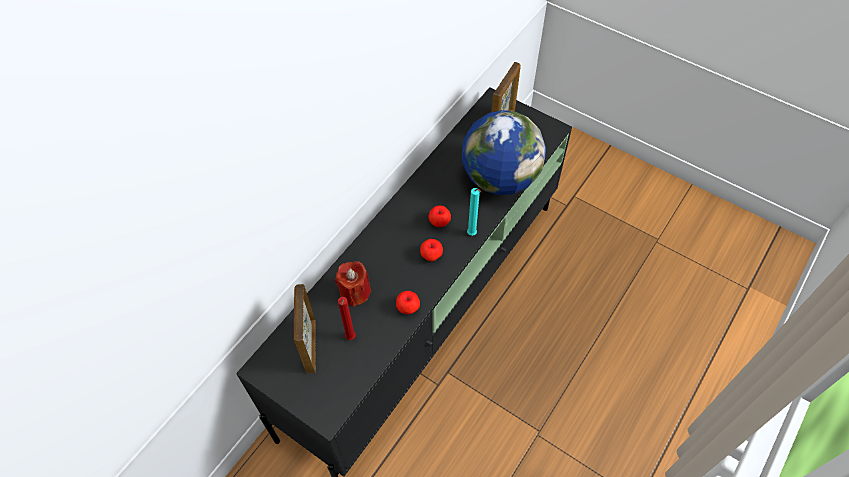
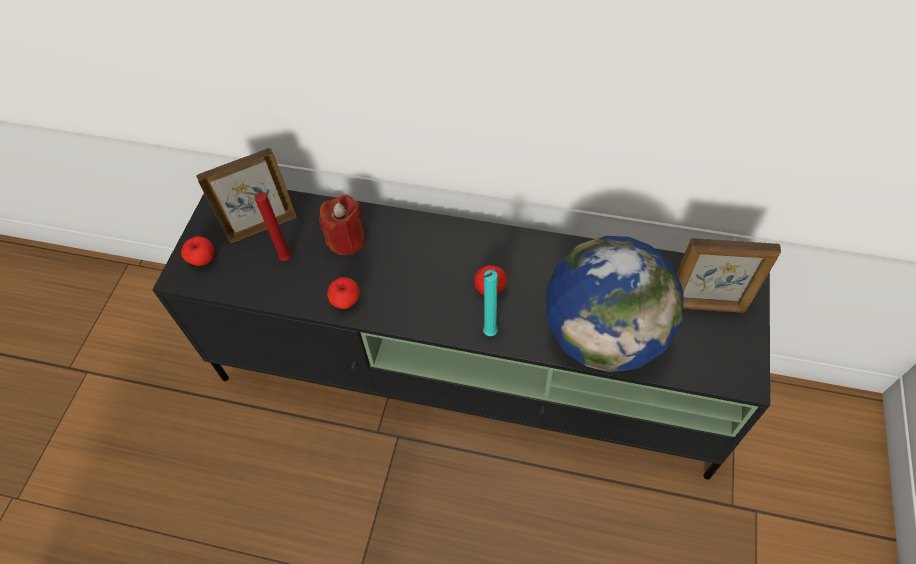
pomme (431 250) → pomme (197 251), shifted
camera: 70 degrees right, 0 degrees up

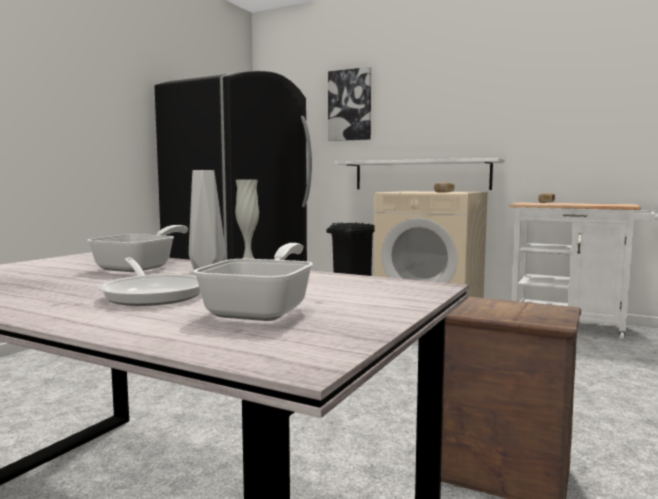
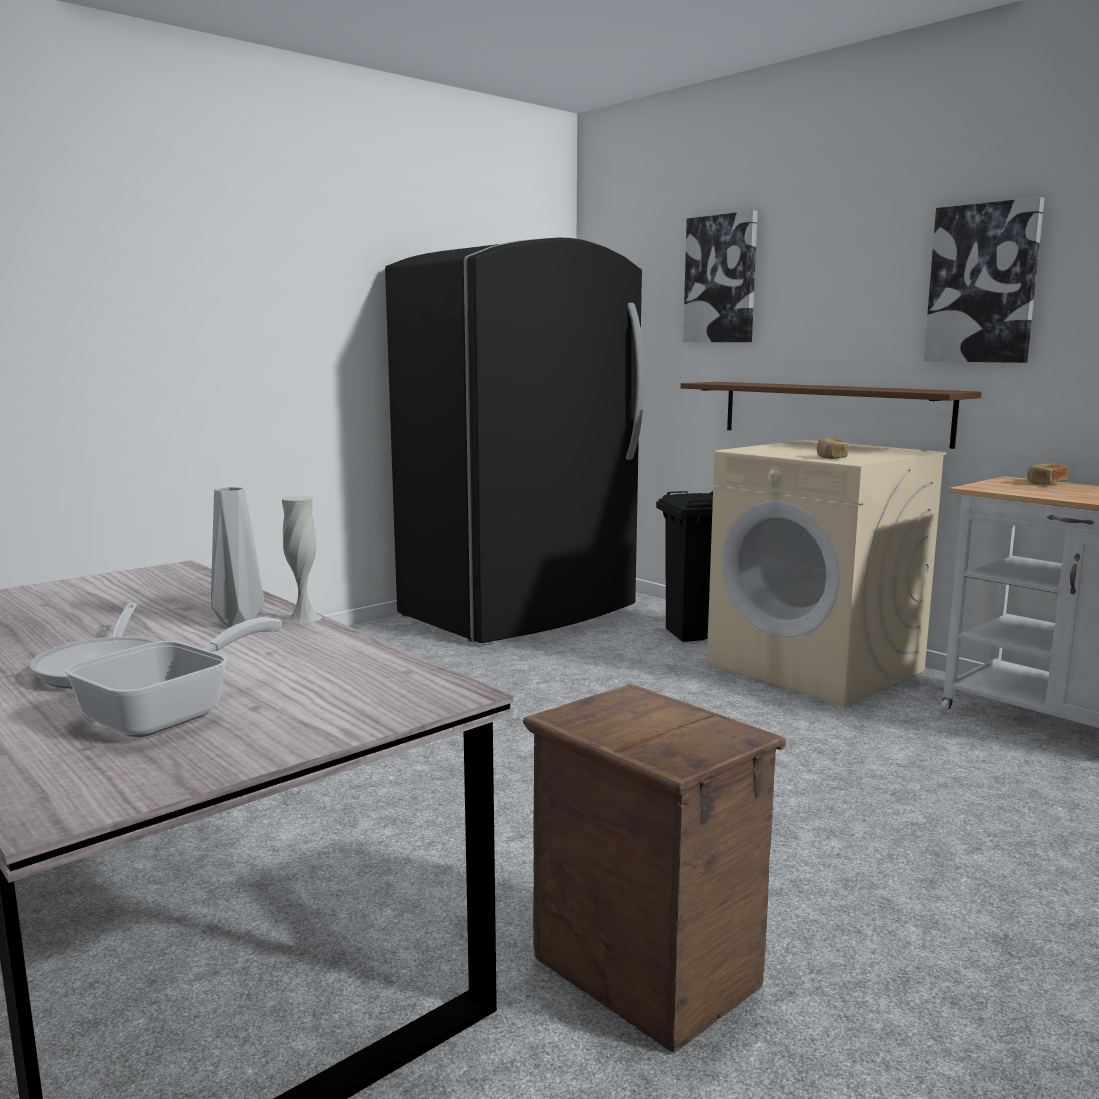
poêle (137 248) → -
- → tableau (984 280)
étagère/blanc (420 174) → étagère/marron (831 415)
camera: 20 degrees right, 5 degrees up

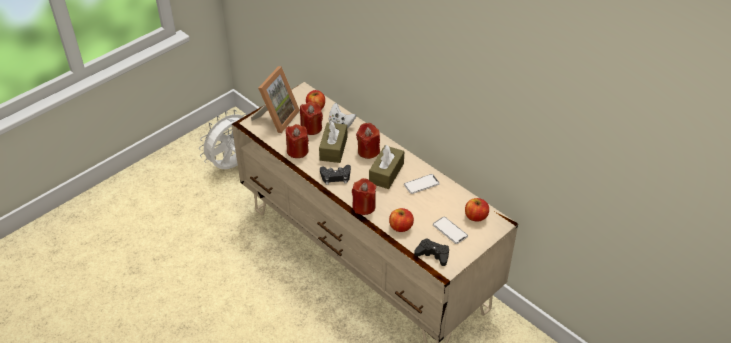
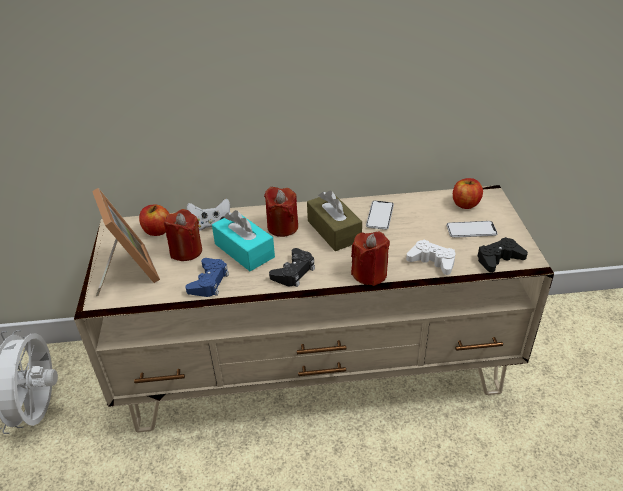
bougie/rouge (297 141) → manette/bleu (207 277)
pomme (401 220) → manette/blanc (430 257)
boîte à mouchoirs/marron (333 142) → boîte à mouchoirs/turquoise (243 240)
camera: 50 degrees left, 5 degrees down

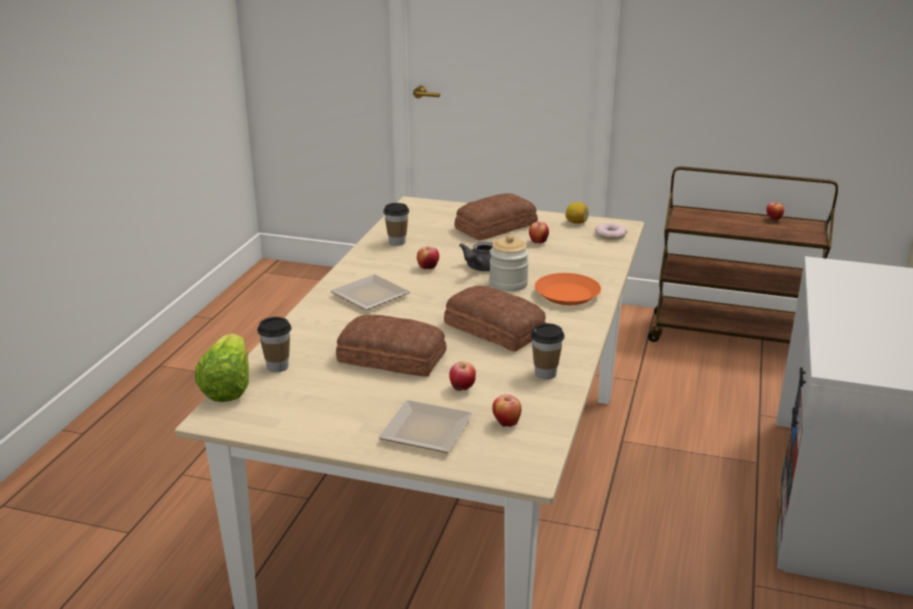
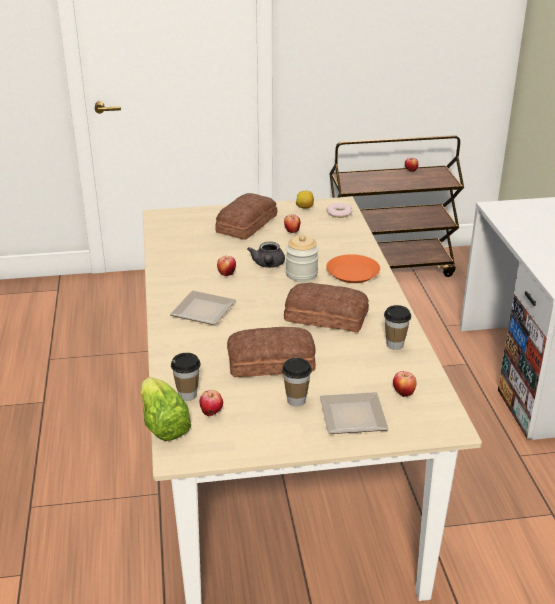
tasse (396 224) → tasse (297 382), shifted
pomme (462 376) → pomme (211 403), shifted
camera: 25 degrees left, 5 degrees up

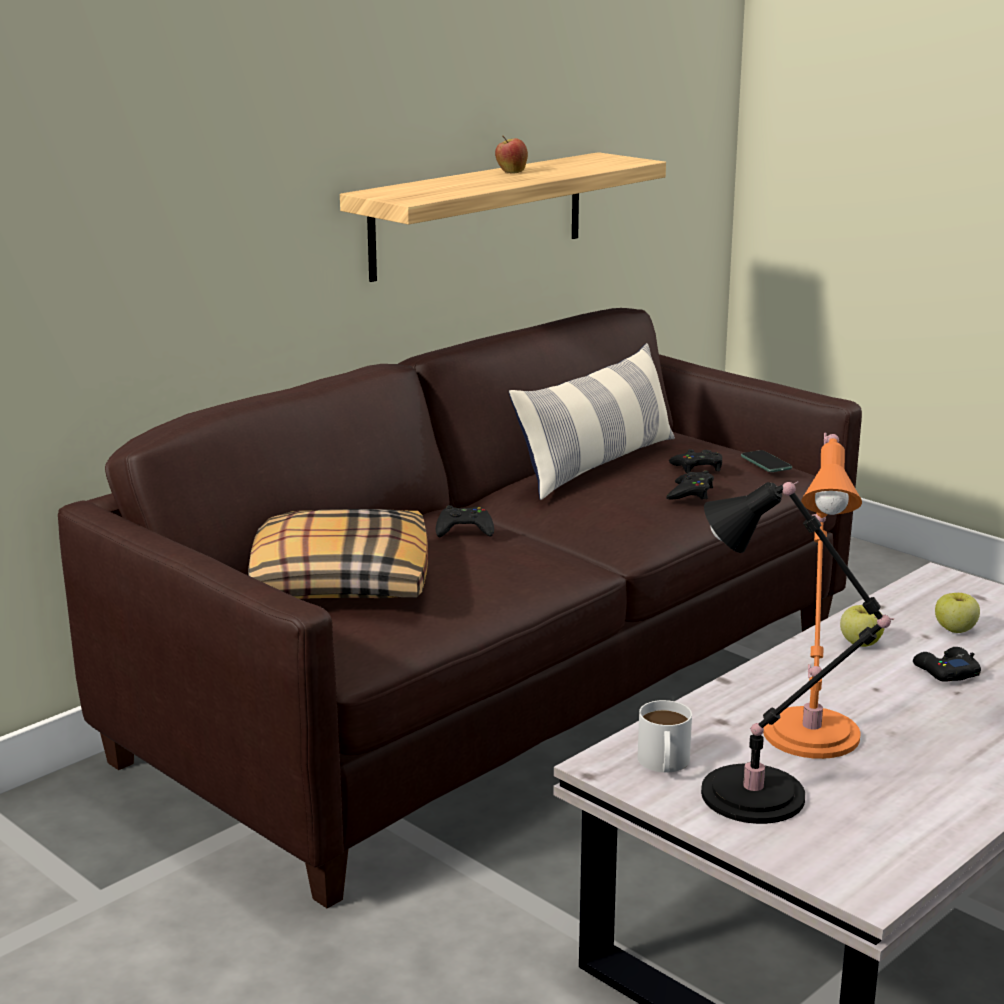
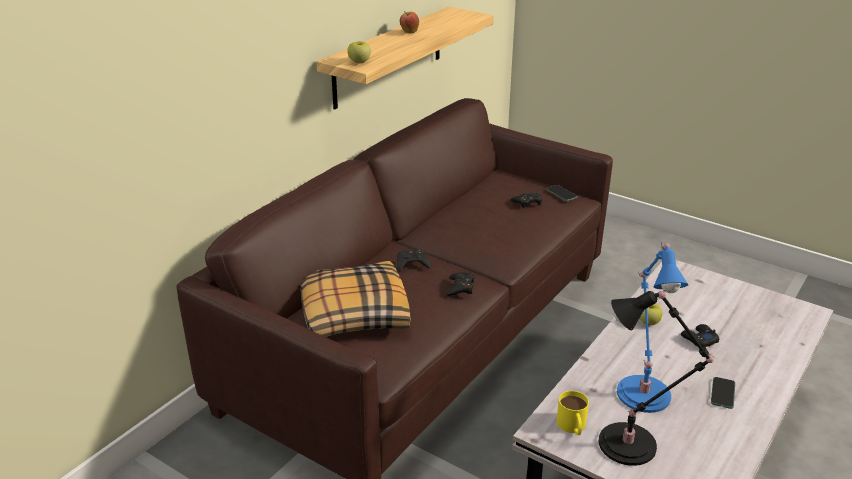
coussin (592 421) → -
- → téléphone (723 393)
manette/noir (690 485) → manette/noir (460 284), shifted
pomme (957 613) → pomme (359 52), shifted
mug/blanc (665 736) → mug/jaune (572 413)
lampe de table/orange (812 596) → lampe de table/bleu (652 327)
camera: 10 degrees left, 10 degrees up

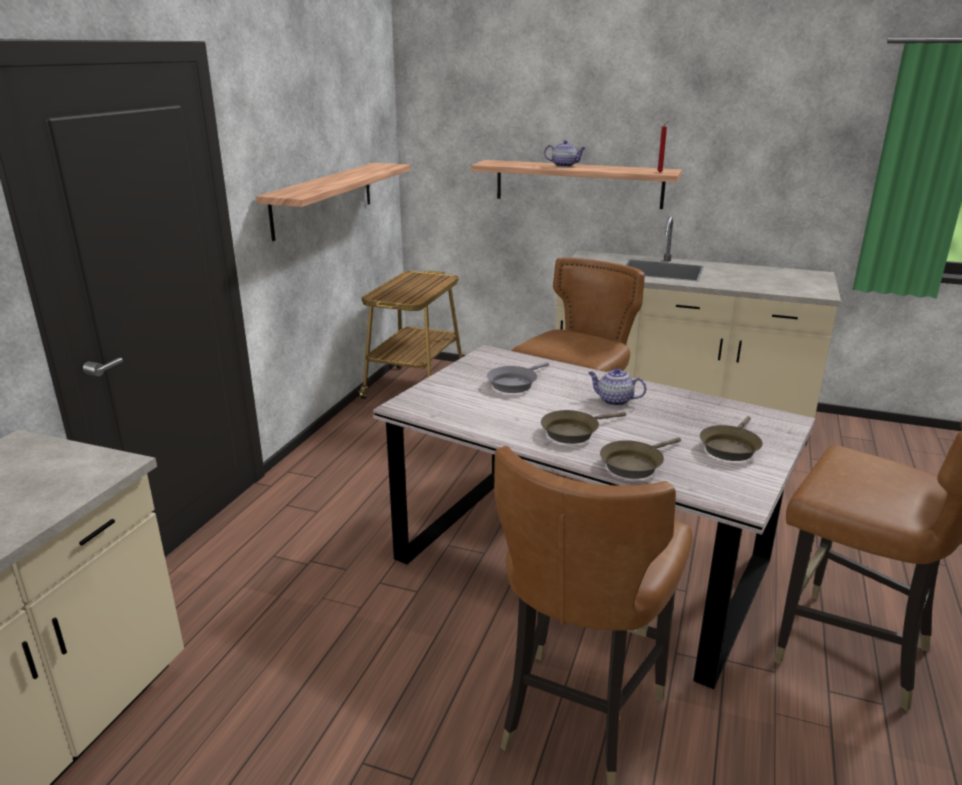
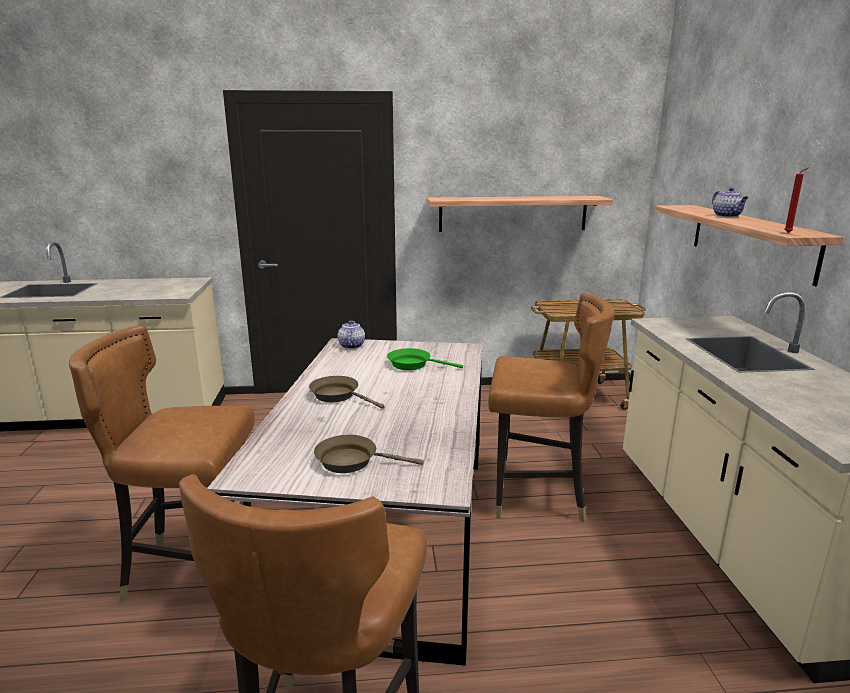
poêle/marron (640 458) → -
théière (618 387) → théière (351 334), shifted
poêle/gris (518 377) → poêle/vert (425 359)
camera: 65 degrees right, 5 degrees down

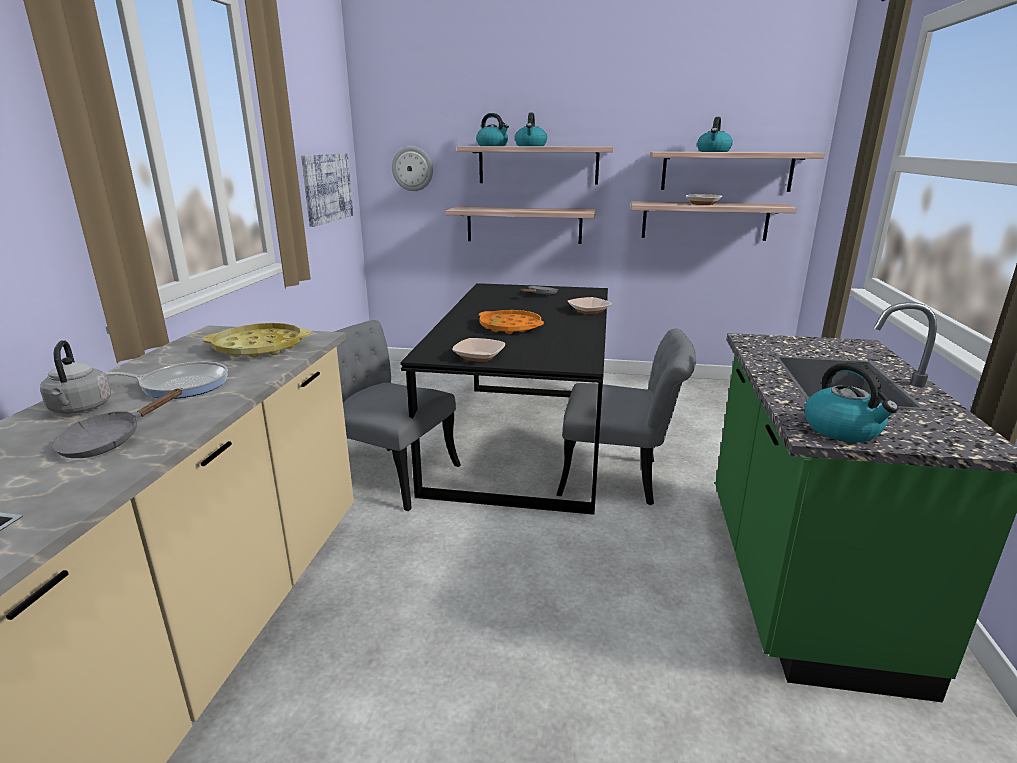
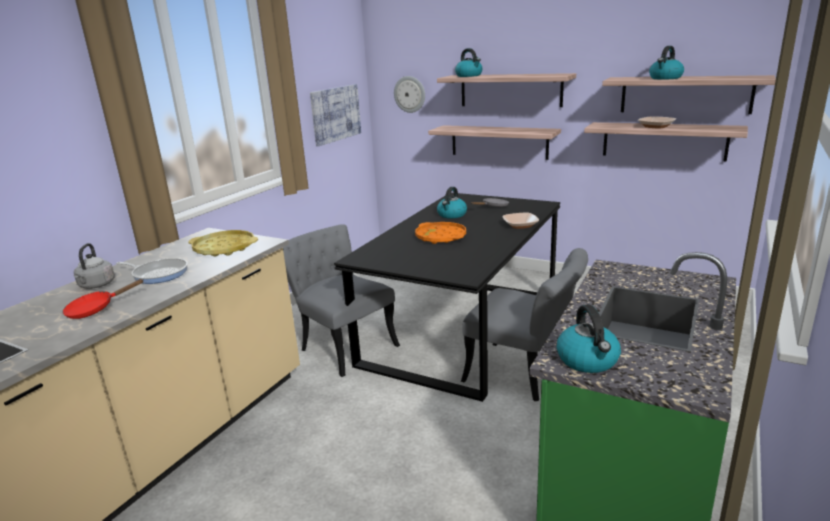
bol (478 350) → -
bouilloire (531 129) → bouilloire (452 203), shifted
poêle/gris (117 423) → poêle/rouge (102 299)
camera: 20 degrees right, 0 degrees up

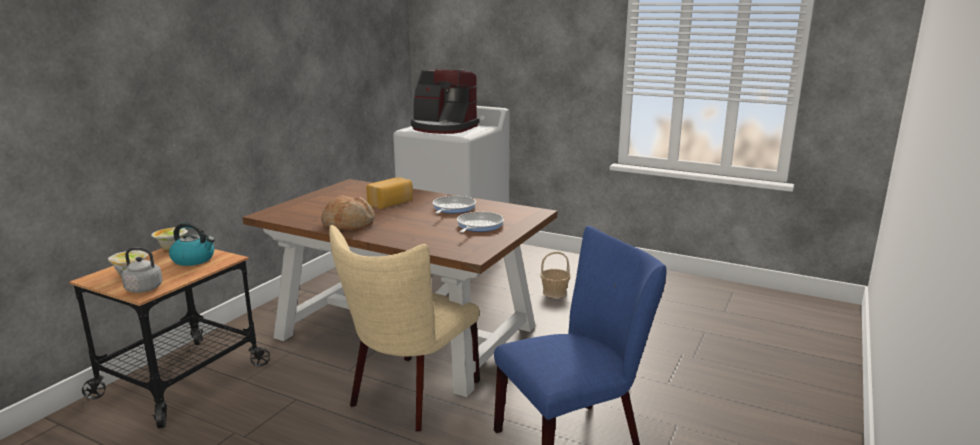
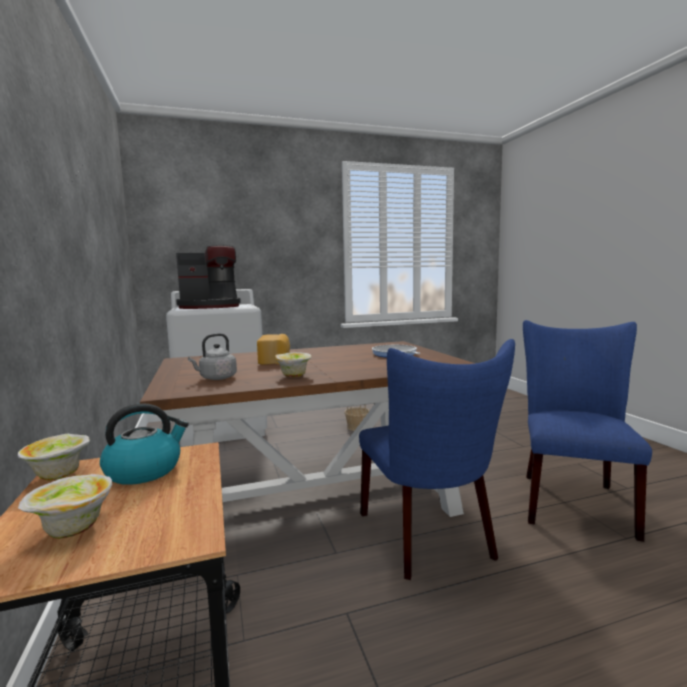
poêle (454 205) → -
bouilloire/gris (138 270) → bouilloire/gris (212 356), shifted
pain (348 212) → bol (293 365)
chaise/beige (404 328) → chaise/bleu (437 459)
camera: 45 degrees left, 10 degrees down

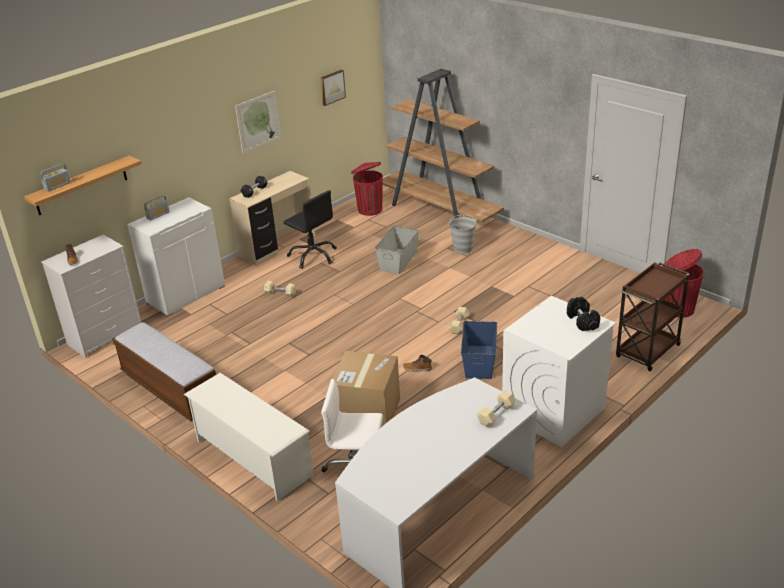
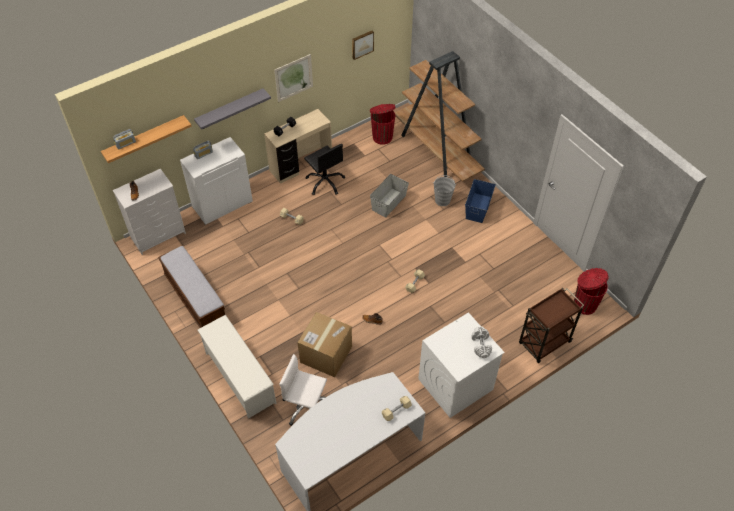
- → étagère/gris (232 109)
boîte de rangement/bleu (479 350) → boîte de rangement/bleu (480 201), shifted
haltère/noir (583 314) → haltère/blanc (481 342)
camera: 10 degrees right, 20 degrees up

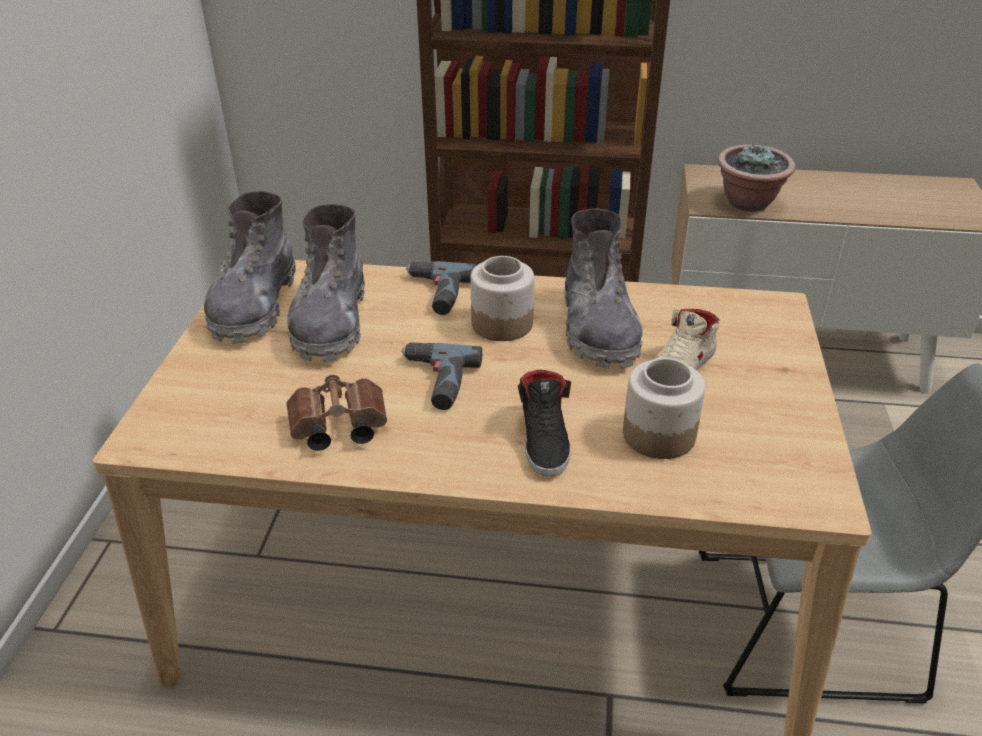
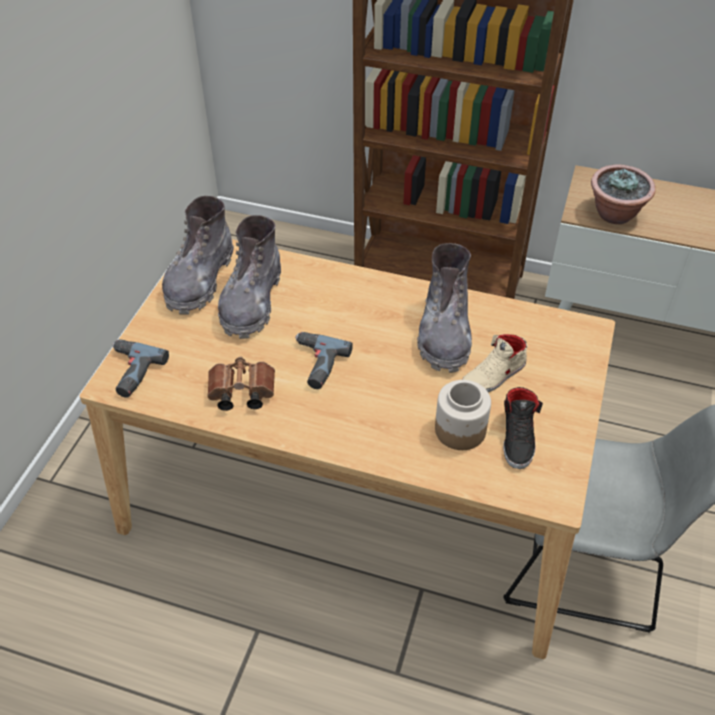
bocal (502 298) → -
perceuse (441 288) → perceuse (140 368), shifted
chaussure/noir (544 423) → chaussure/noir (523 428), shifted
camera: 10 degrees right, 10 degrees up

